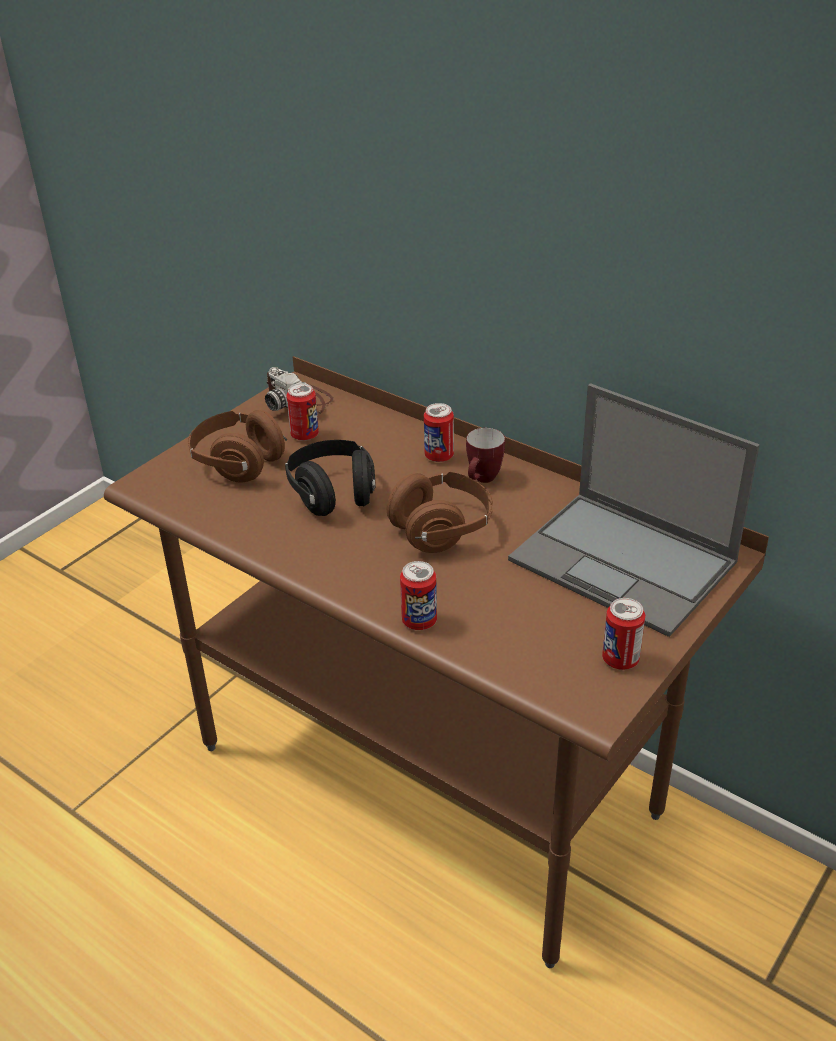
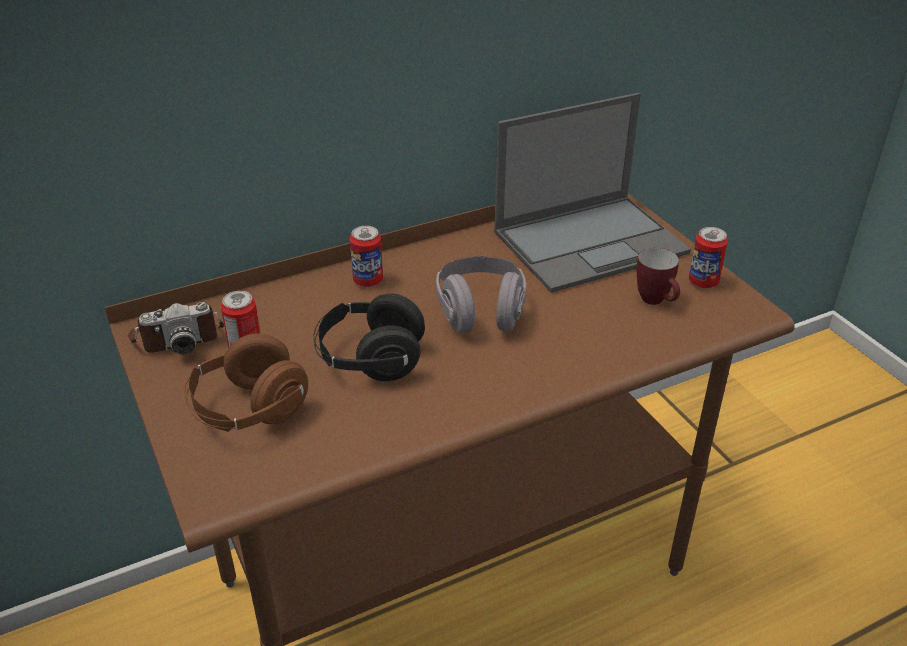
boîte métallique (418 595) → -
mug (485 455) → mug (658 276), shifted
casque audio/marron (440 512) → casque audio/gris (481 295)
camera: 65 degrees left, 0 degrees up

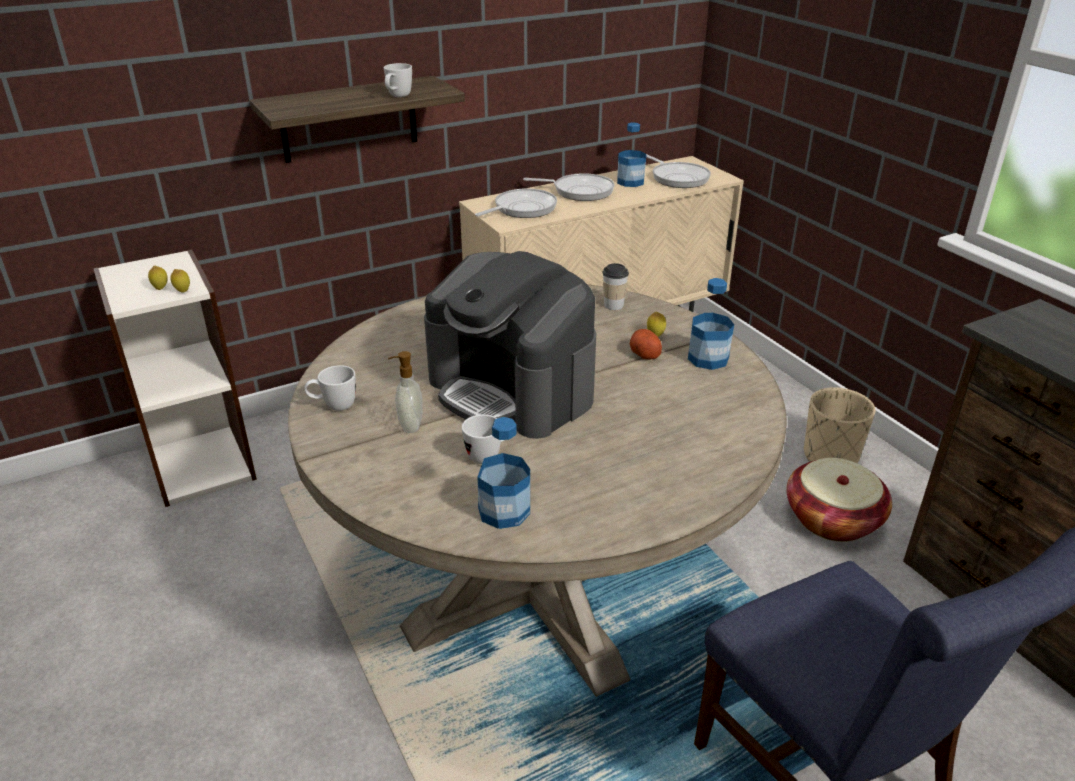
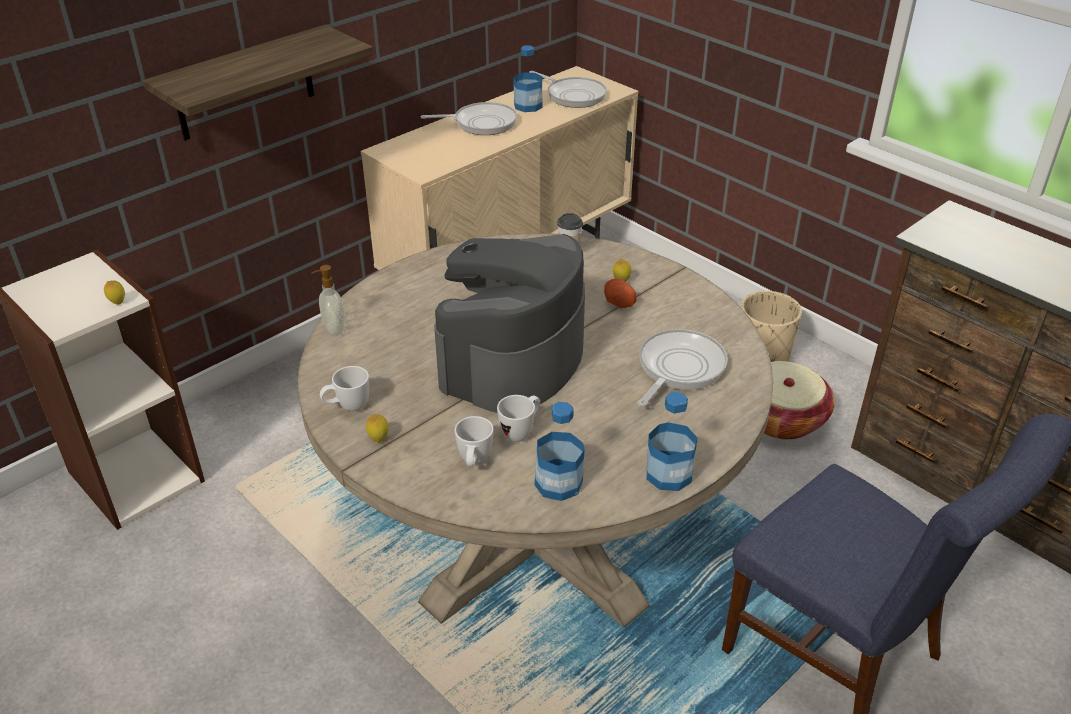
citron (158 278) → citron (377 428), shifted
mug/blanc (398 80) → mug/blanc (474 441), shifted
distributeur de savon (405 392) → distributeur de savon (328 300), shifted
poêle (516 203) → poêle (683 367), shifted
bouteille (711 324) → bouteille (672 441), shifted
machine à café (510 345) → machine à café (509 323), 90 degrees clockwise
camera: 15 degrees left, 5 degrees up

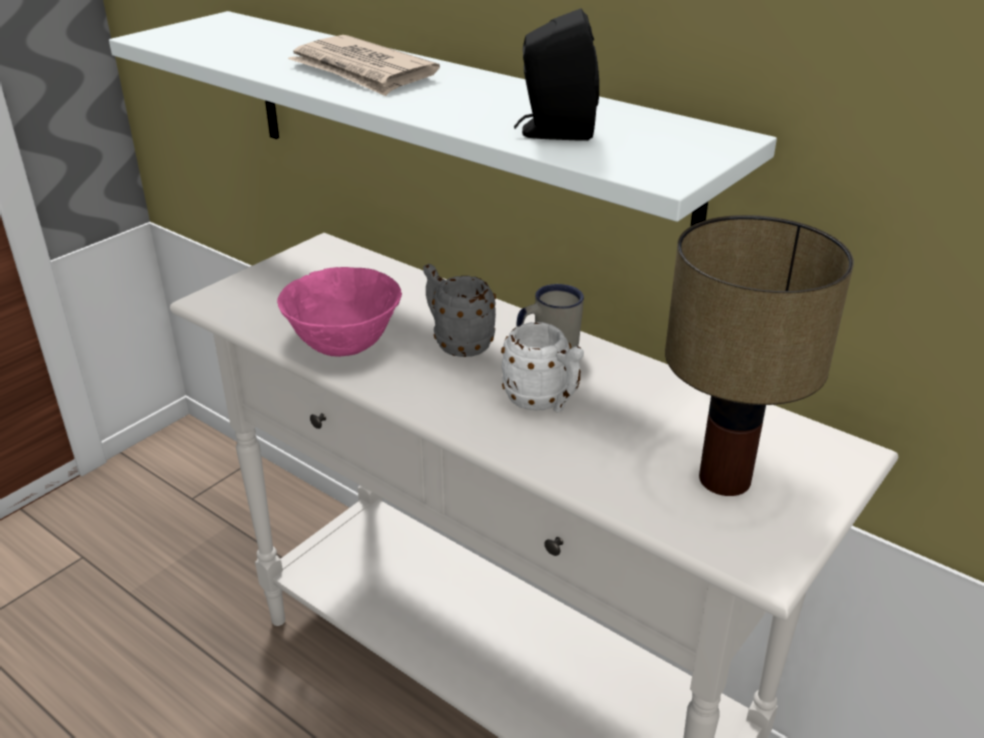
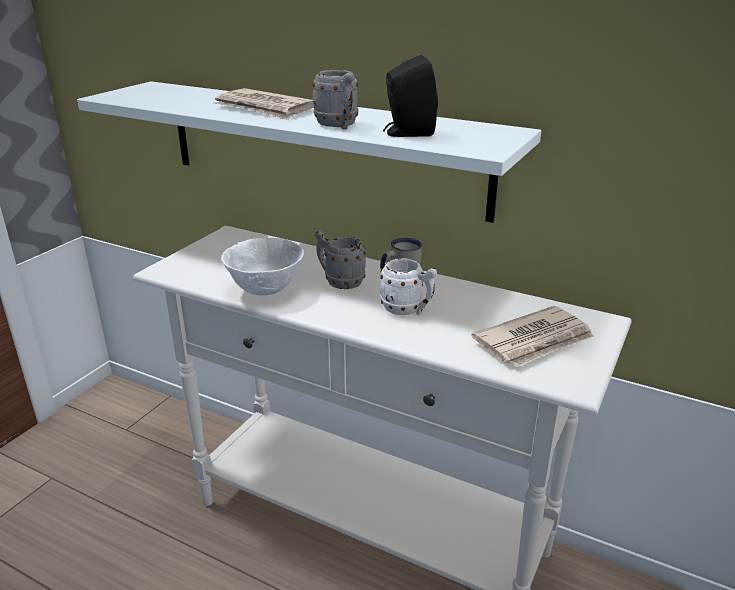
- → mug/gris (335 99)
lampe de table (759 355) → journal (532 336)
bol/rose (339 312) → bol/blanc (262 267)
camera: 10 degrees left, 5 degrees down

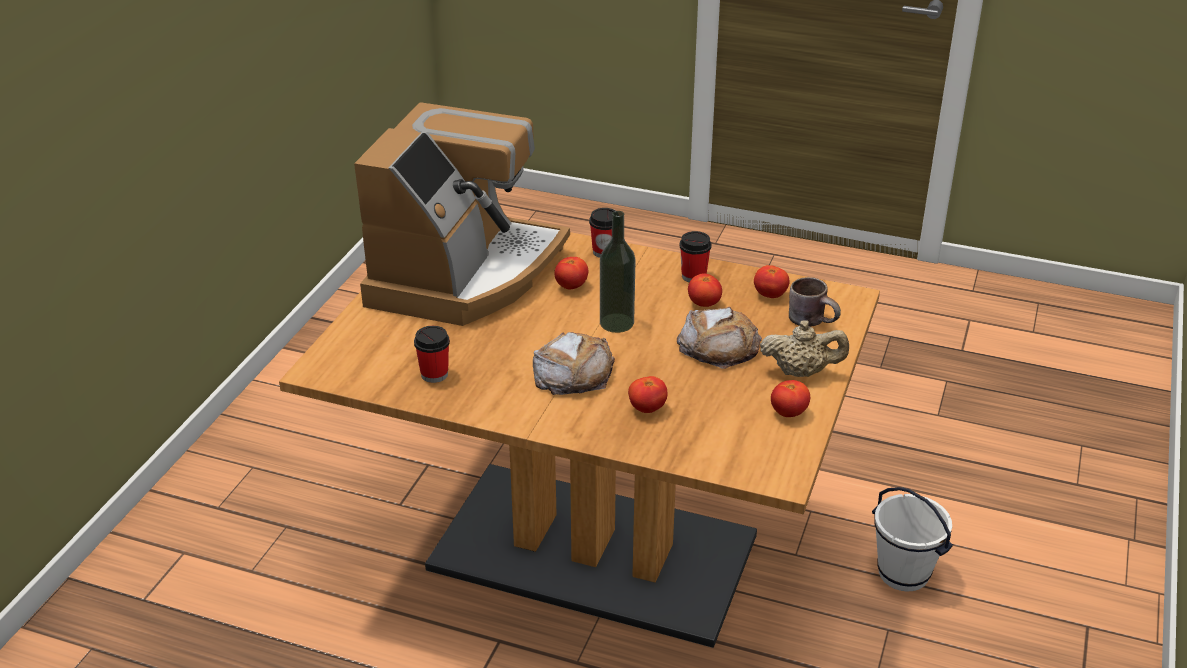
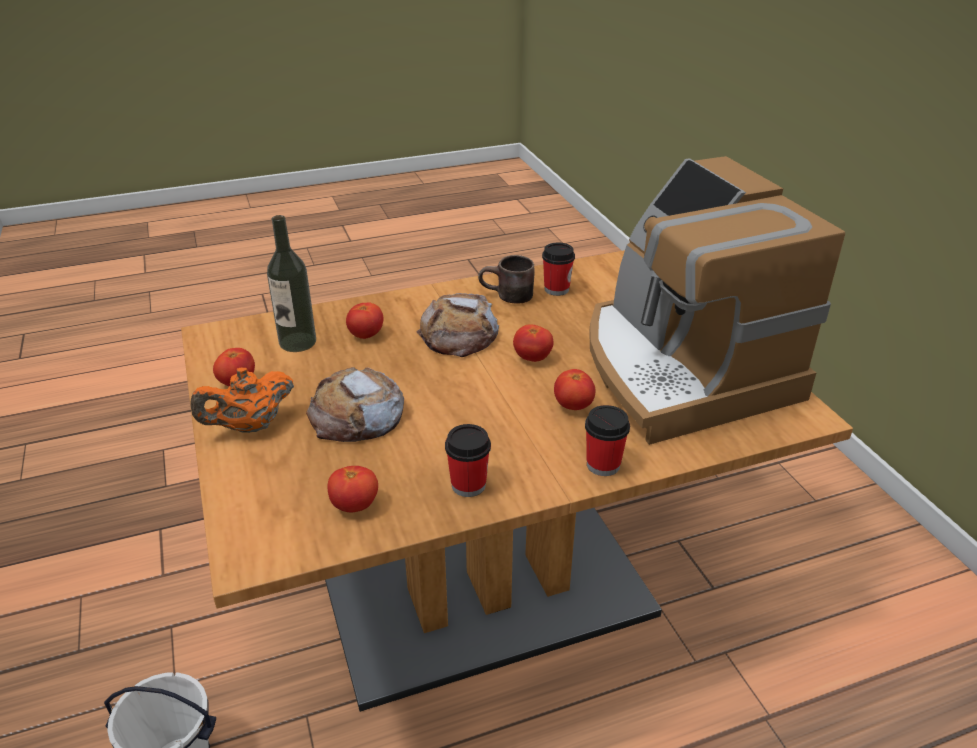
bouteille (617 272) → bouteille (291 283), shifted
tomate (705 290) → tomate (533 343), shifted
mug/marron (815 302) → mug/marron (506 279), shifted
théière/beige (804 348) → théière/orange (242 400)
camera: 140 degrees right, 0 degrees up

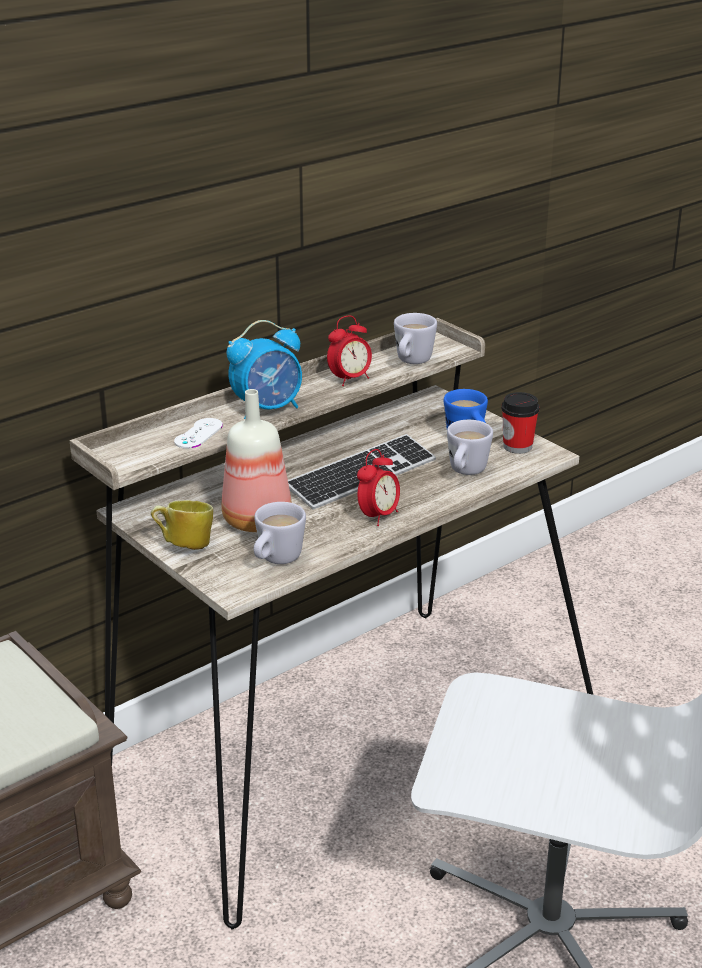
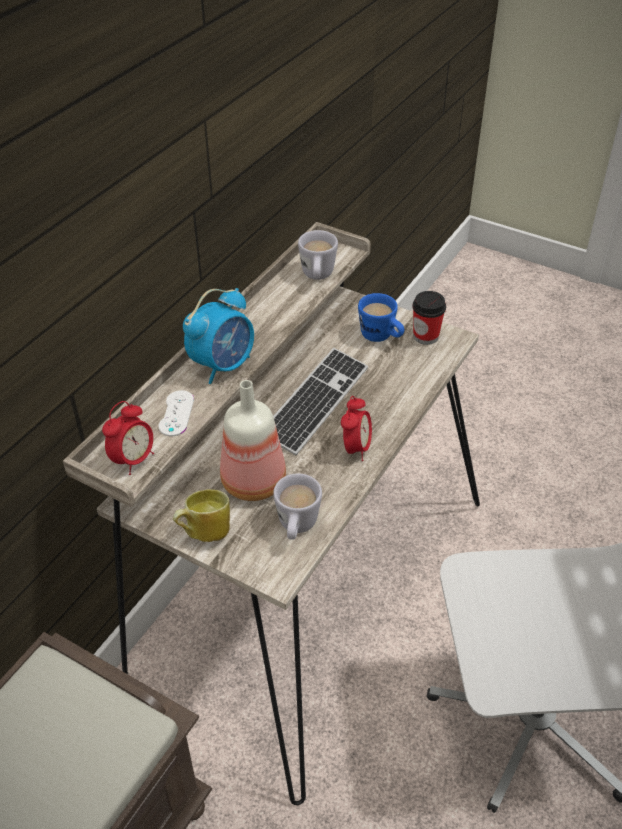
mug/blanc (470 447) → -
réveil (349 350) → réveil (128 438), shifted
camera: 20 degrees left, 15 degrees up

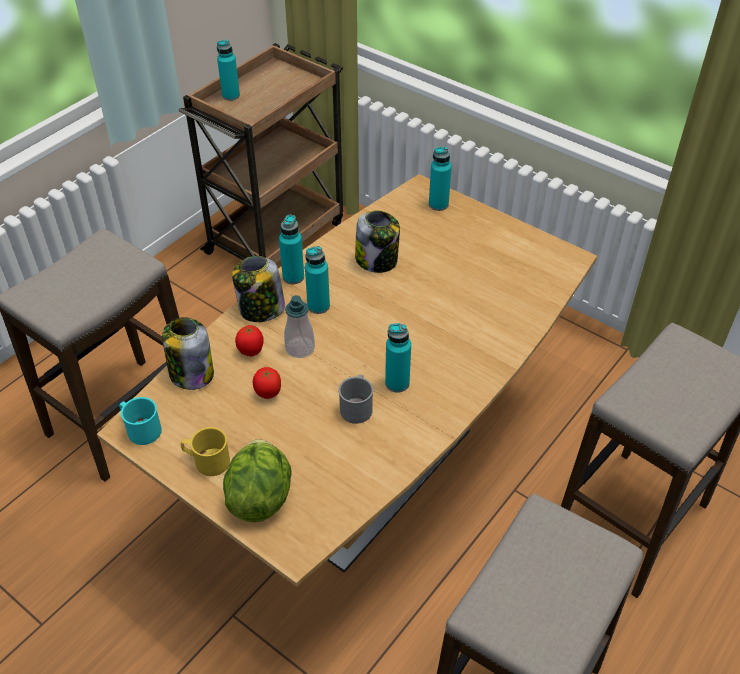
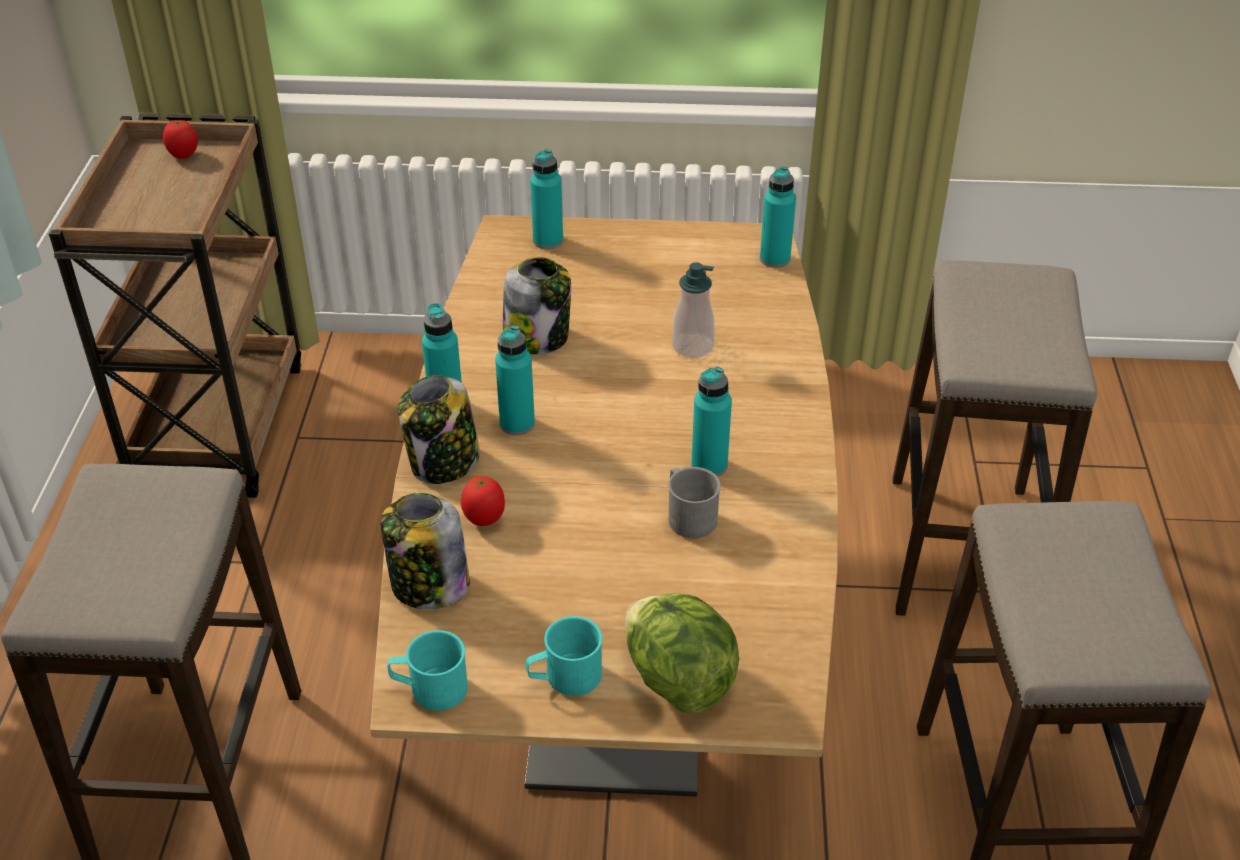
bouteille/turquoise (228 70) → bouteille/turquoise (778 217), shifted
tomate (267 383) → tomate (180 139), shifted
distributeur de savon (299 326) → distributeur de savon (693 310), shifted
mug/jaune (205 451) → mug/turquoise (564 656)
camera: 35 degrees left, 5 degrees down

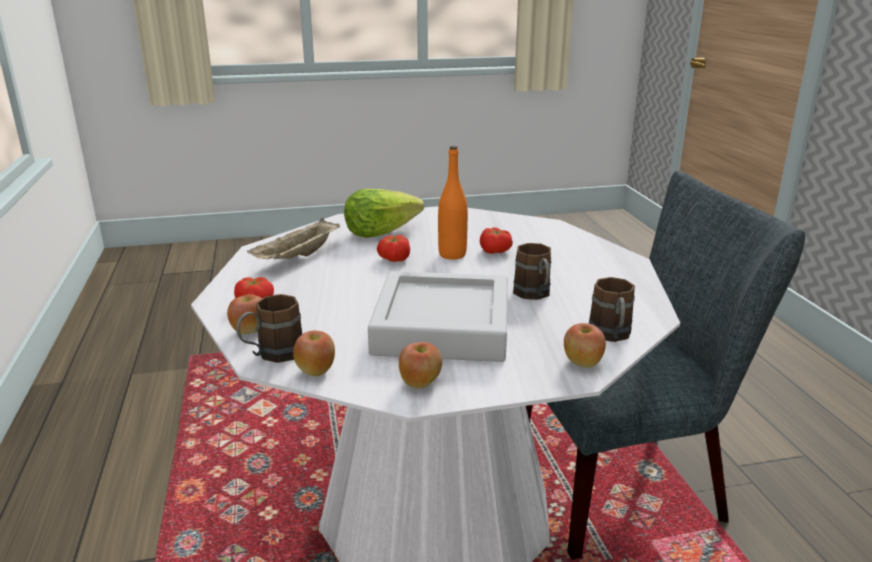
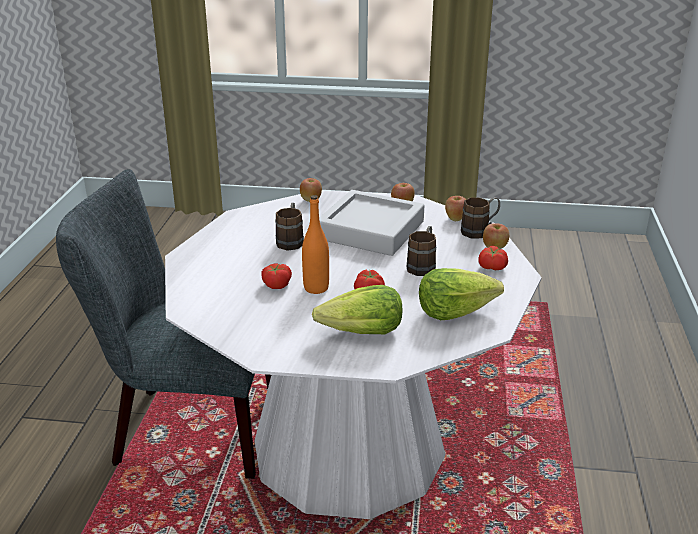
mug/marron (612 309) → mug/marron (421 251), shifted
plateau/beige (293 238) → laitue (461 294)
camera: 160 degrees left, 5 degrees up

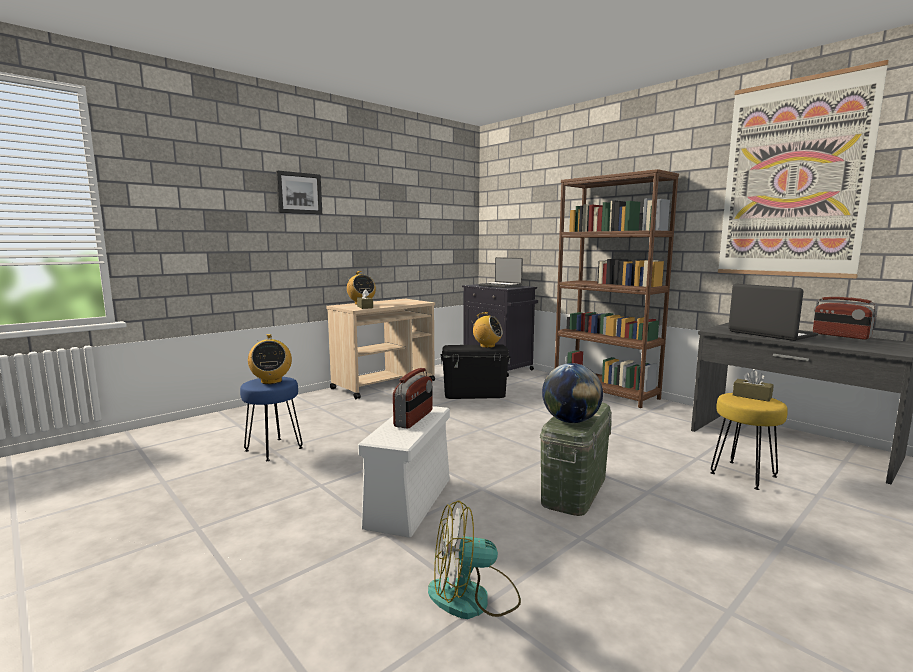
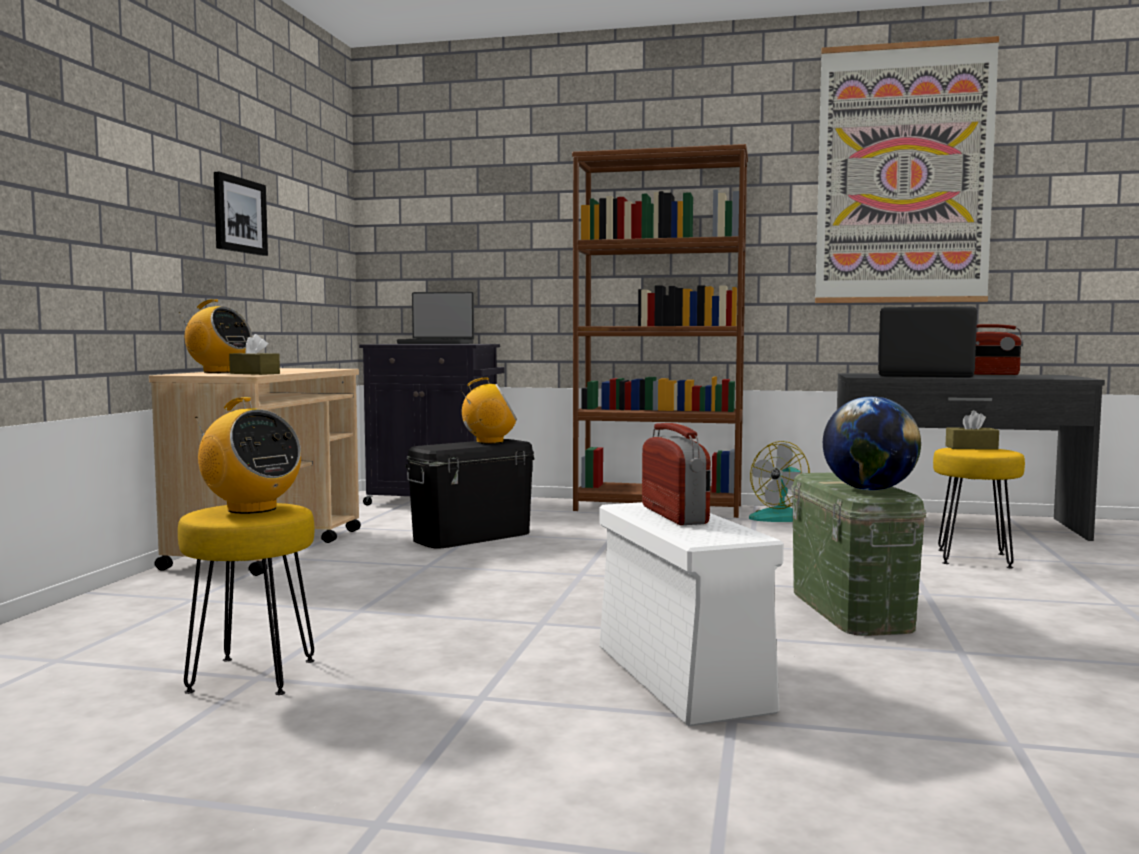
tableau (299 192) → tableau (241 213), shifted
ventilateur (474 559) → ventilateur (779 481), shifted
tabouret/bleu (271 419) → tabouret/jaune (246 599)
camera: 35 degrees left, 5 degrees down

